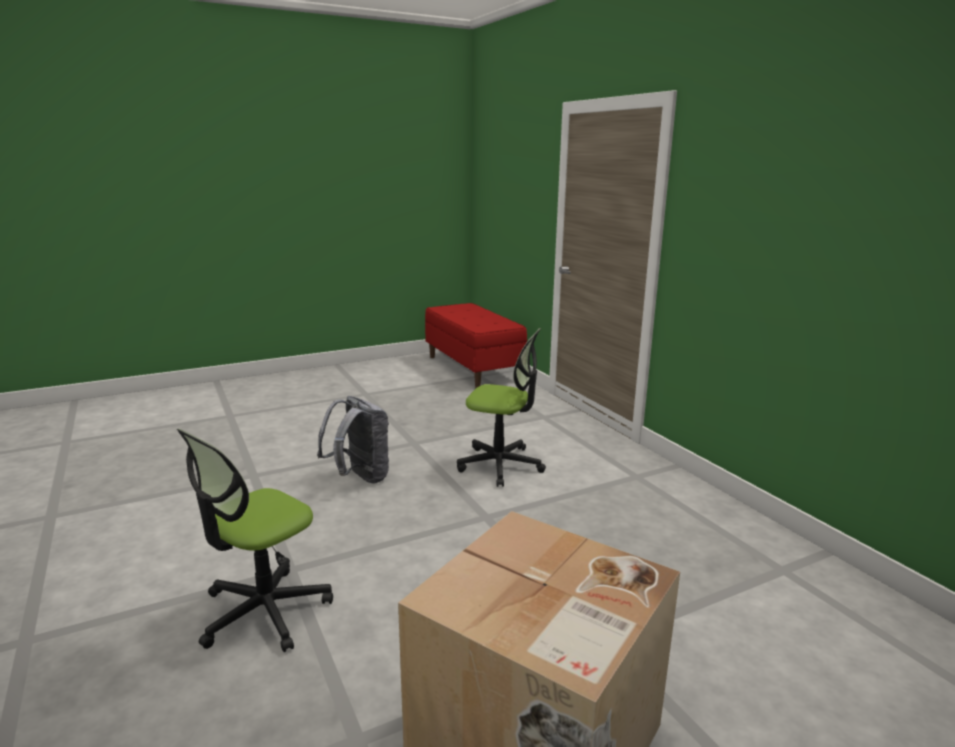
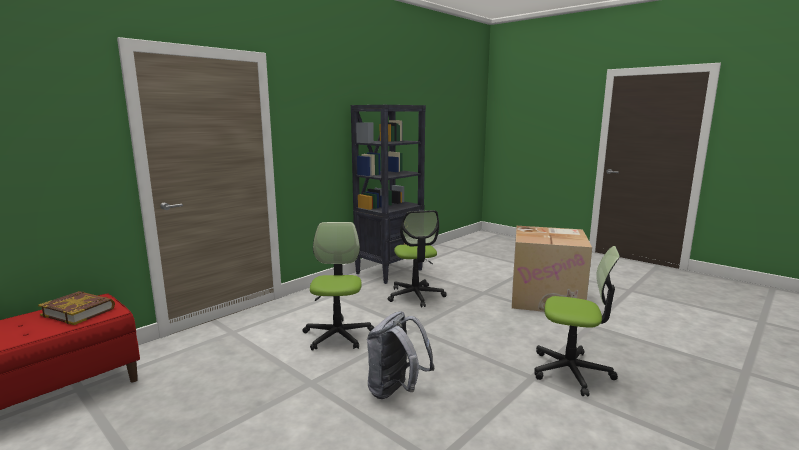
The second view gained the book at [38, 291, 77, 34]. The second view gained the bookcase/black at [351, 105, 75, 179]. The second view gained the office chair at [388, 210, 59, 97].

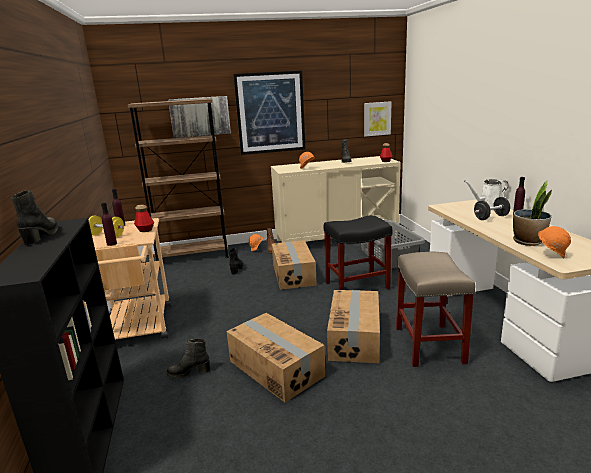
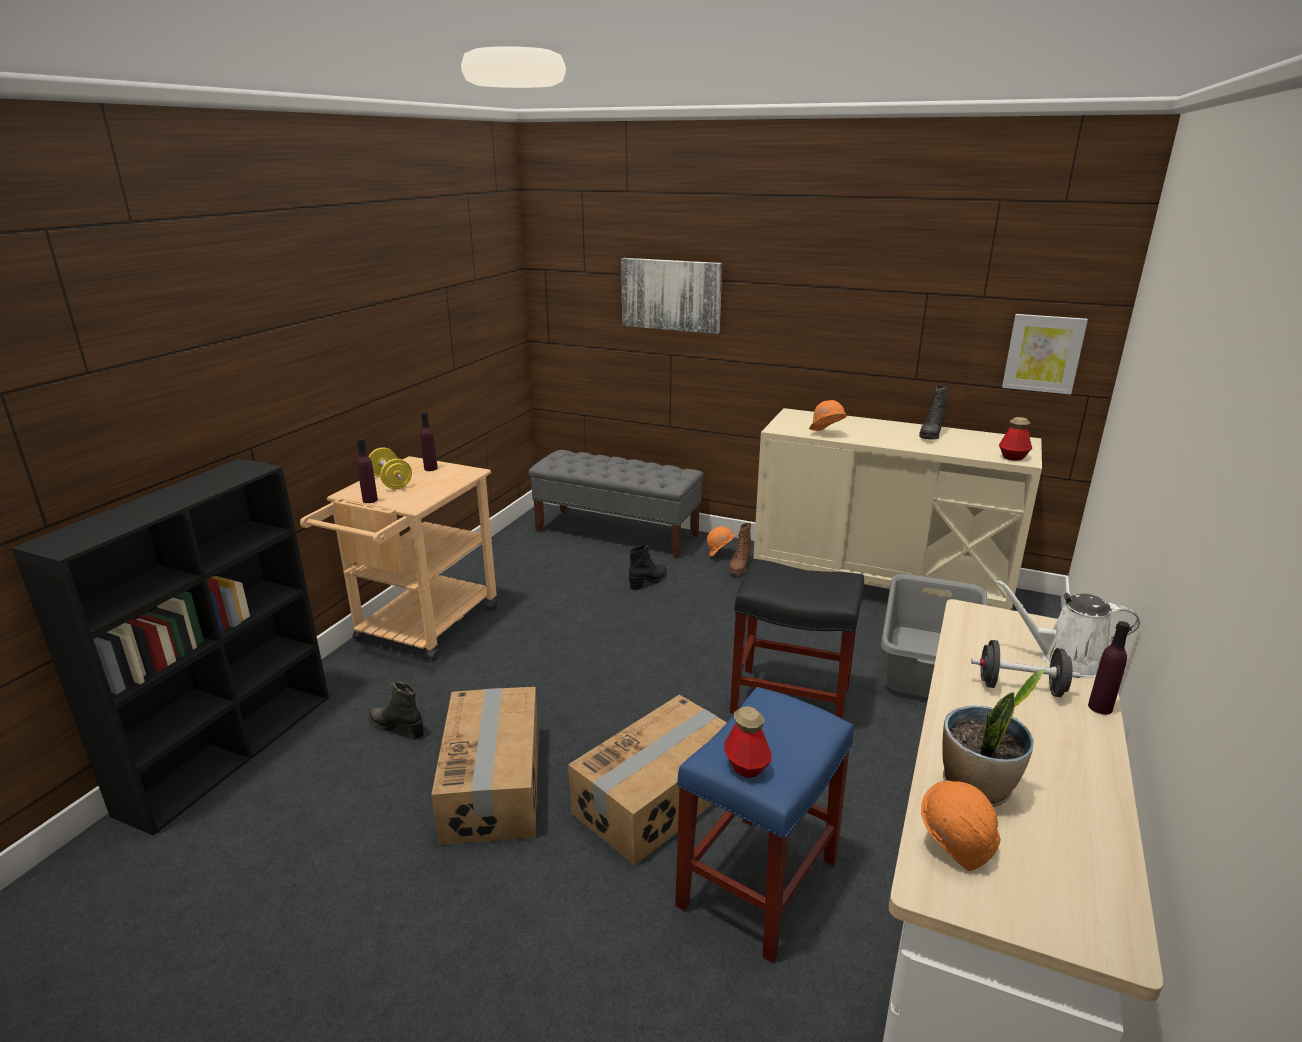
Where the bookcase/brown stood at [128, 99, 101, 162], the bench/grey came to stand at [528, 450, 176, 109]. What was the stool/beige at [396, 252, 79, 115] turned into the stool/blue at [675, 687, 179, 276]. The bottle ended up elsewhere, having gone from [134, 205, 20, 27] to [724, 706, 48, 72]. The second view lost the boot/black at [11, 190, 47, 55]. The second view lost the picture at [233, 70, 73, 85]. The second view lost the cardboard box at [272, 240, 45, 50].

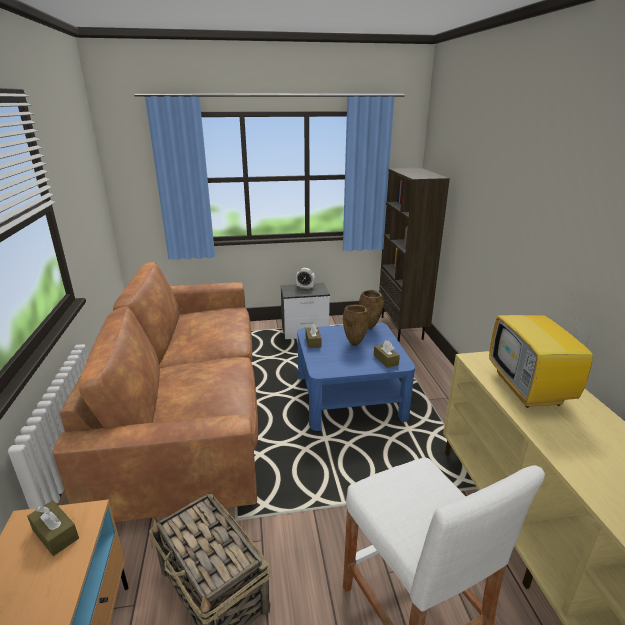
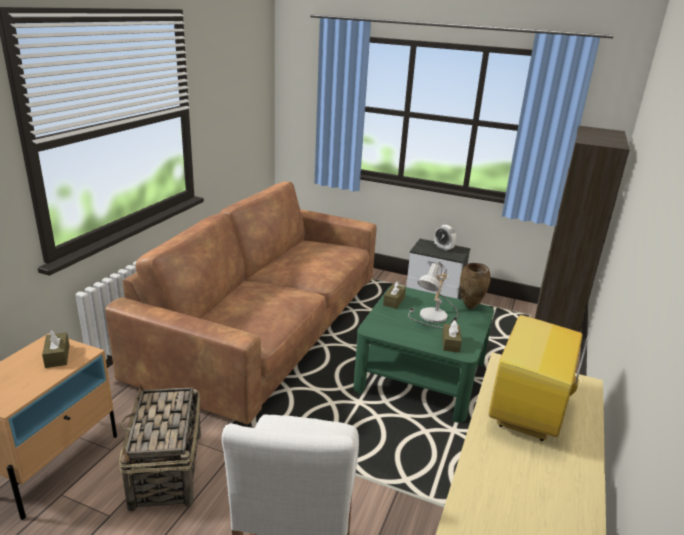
What was the coffee table/blue at [297, 323, 118, 108] turned into the coffee table/green at [353, 286, 141, 137]. Where the vase/brown stood at [343, 305, 27, 41], the table lamp came to stand at [408, 262, 51, 66].

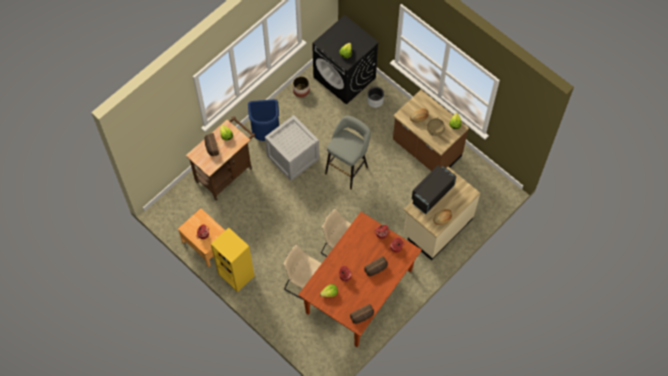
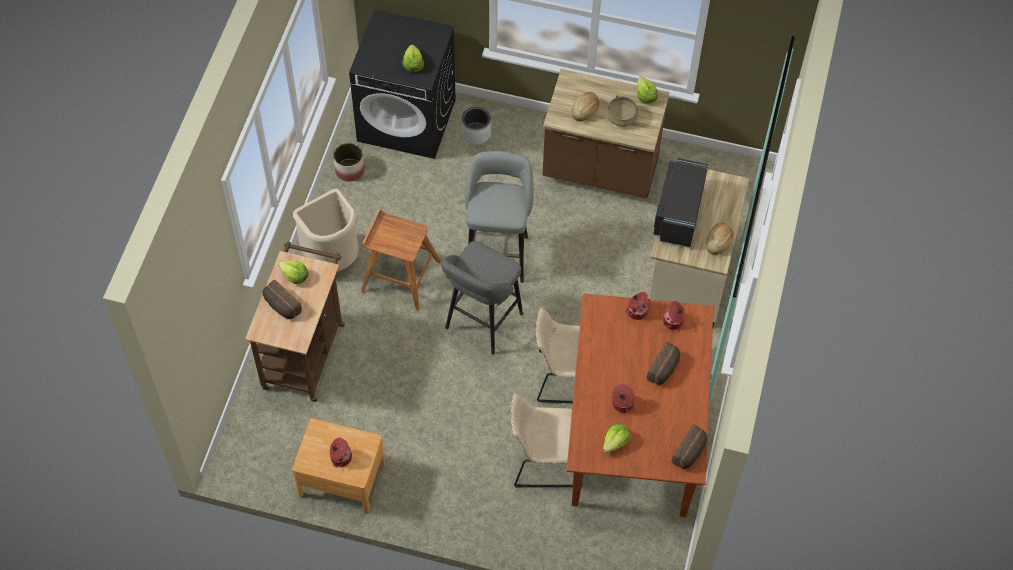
What was the trash can/blue at [248, 99, 31, 42] turned into the trash can/beige at [293, 188, 66, 84]. Where the crate stood at [265, 115, 54, 66], the stool/brown came to stand at [361, 209, 80, 102]. The second view gained the stool/grey at [441, 241, 82, 114]. The second view lost the bookcase/yellow at [211, 227, 43, 65].

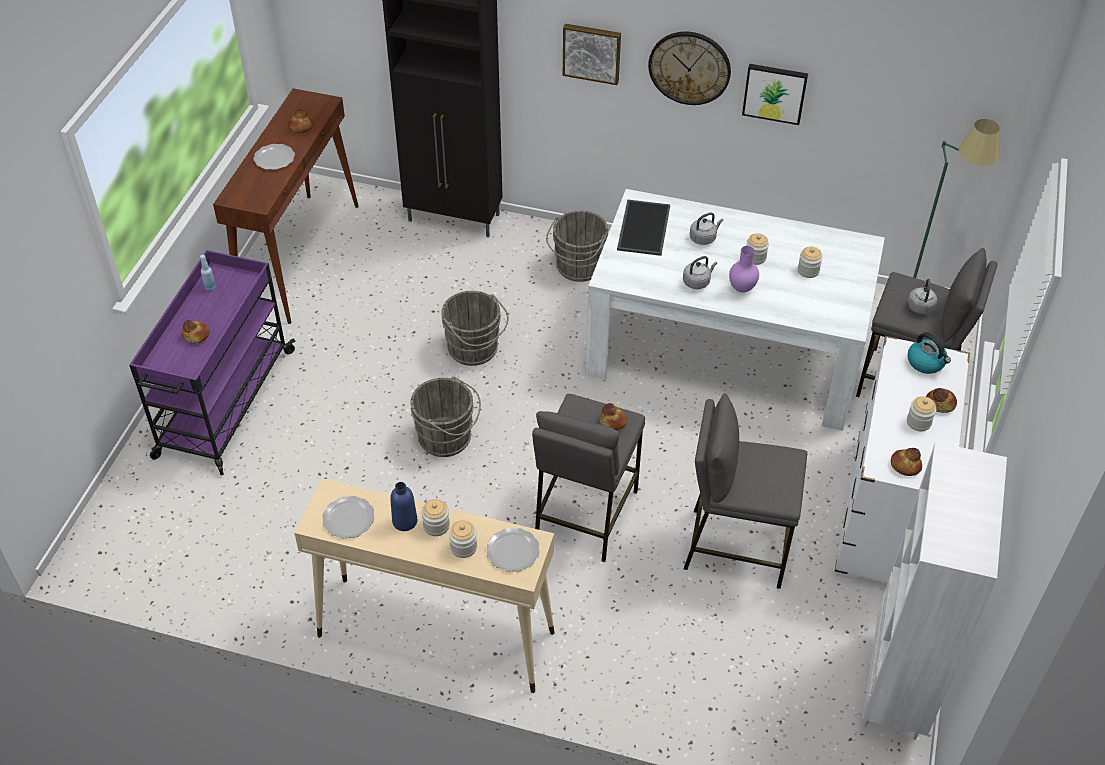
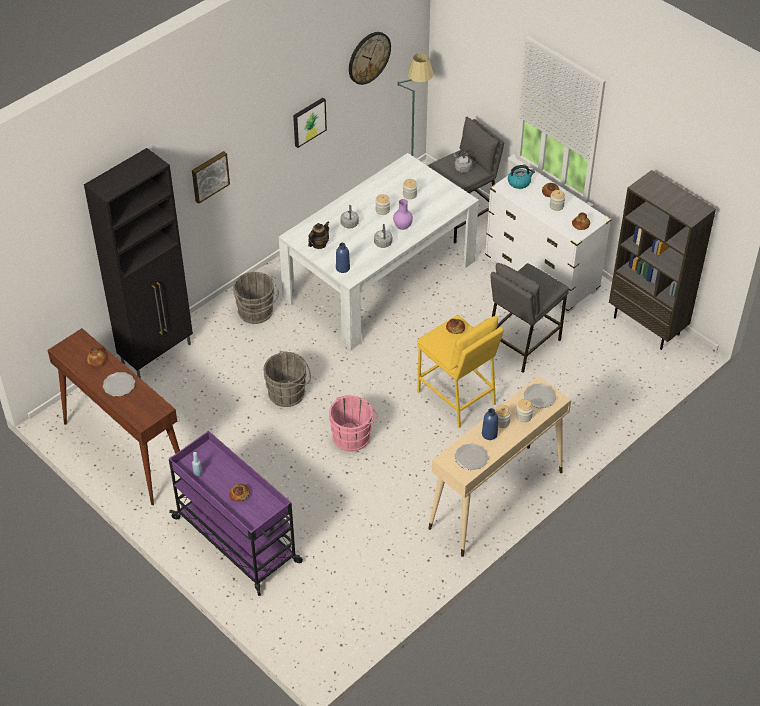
Where the tray stood at [617, 199, 53, 57], the teapot came to stand at [308, 222, 22, 27]. What was the bucket/grey at [410, 377, 71, 80] turned into the bucket/pink at [329, 395, 50, 57]. The second view gained the bottle/blue at [336, 243, 14, 30]. The wall clock ended up elsewhere, having gone from [648, 32, 83, 73] to [349, 32, 42, 53]. What was the stool/grey at [532, 394, 113, 168] turned into the stool/yellow at [417, 315, 87, 113]. What was the bookcase/white at [863, 442, 144, 298] turned into the bookcase/brown at [609, 170, 107, 180].

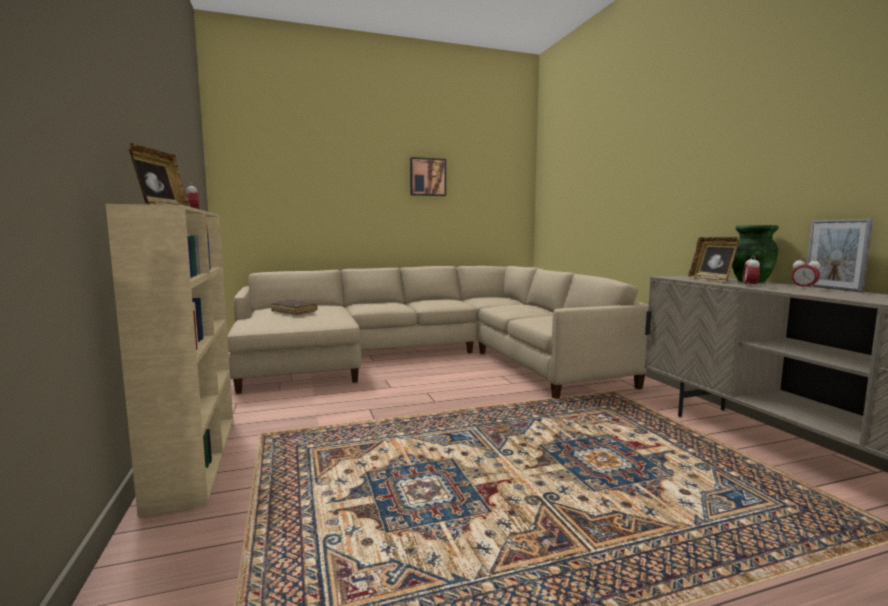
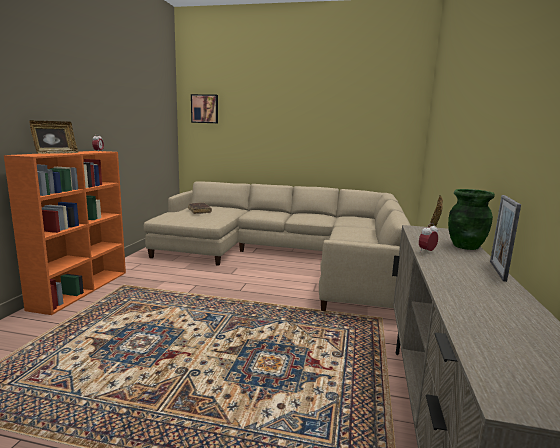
What was the bookcase/beige at [106, 204, 127, 313] turned into the bookcase/orange at [4, 151, 122, 164]. The picture ended up elsewhere, having gone from [410, 157, 36, 39] to [191, 94, 27, 29]. The second view lost the alarm clock at [791, 257, 30, 33].

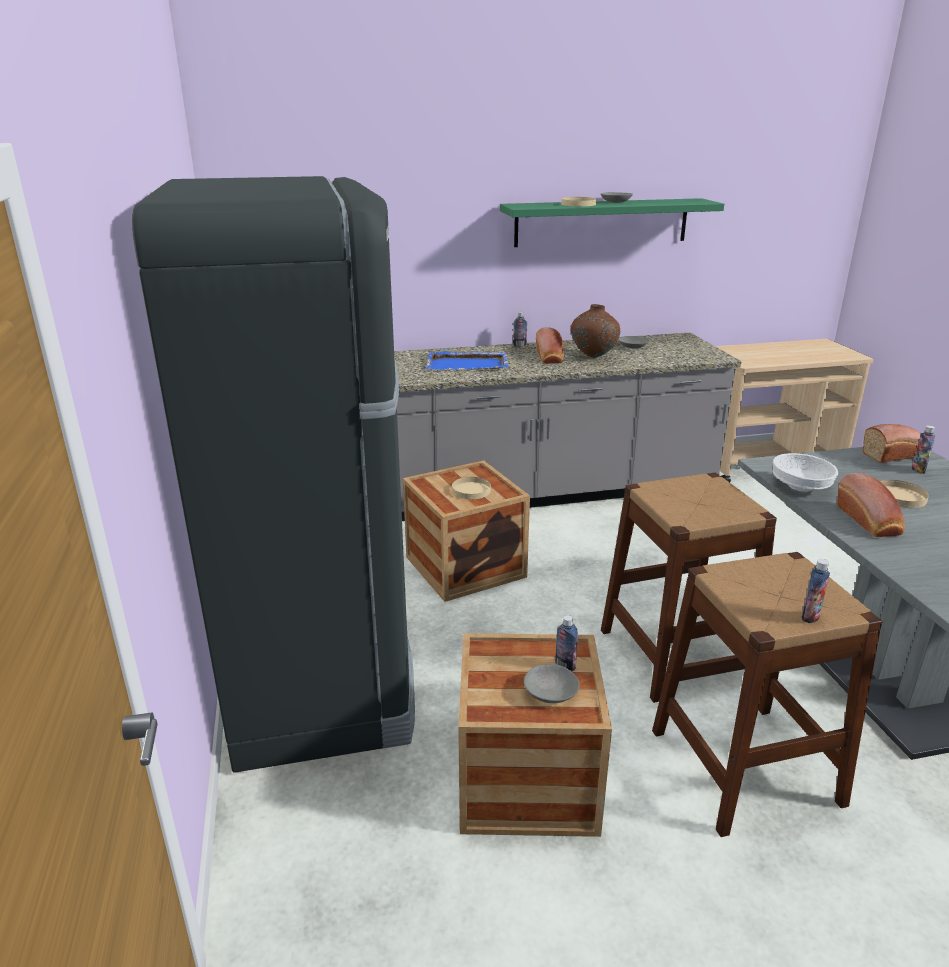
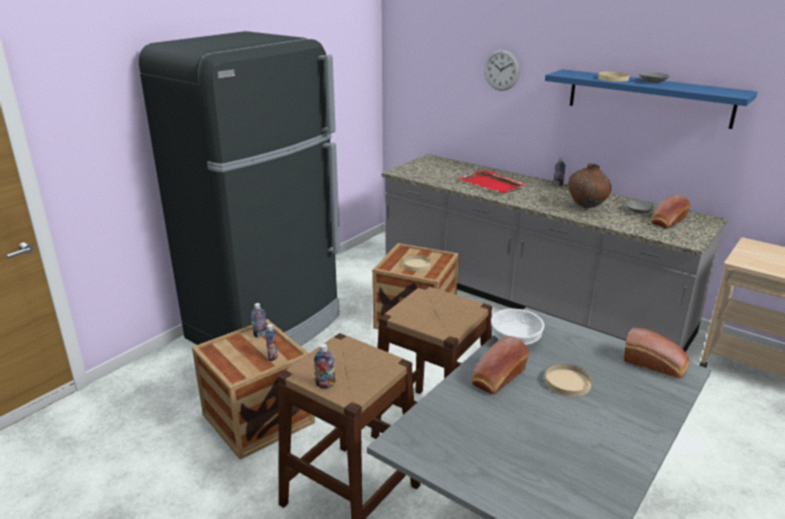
The bottle ended up elsewhere, having gone from [912, 425, 23, 49] to [251, 303, 16, 35]. What was the tray/blue at [426, 351, 82, 19] turned into the tray/red at [458, 170, 70, 23]. The second view gained the wall clock at [484, 49, 36, 42]. What was the shelf/green at [500, 198, 224, 49] turned into the shelf/blue at [545, 69, 213, 60]. The bread ended up elsewhere, having gone from [536, 327, 28, 37] to [651, 195, 39, 33]. The second view lost the bowl/grey at [524, 664, 56, 39].

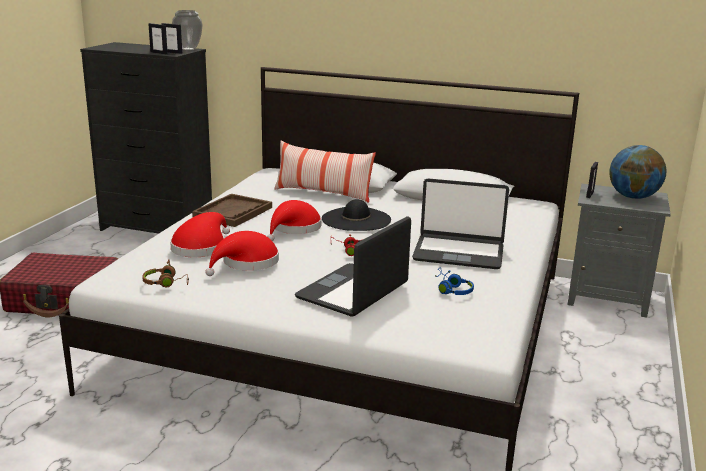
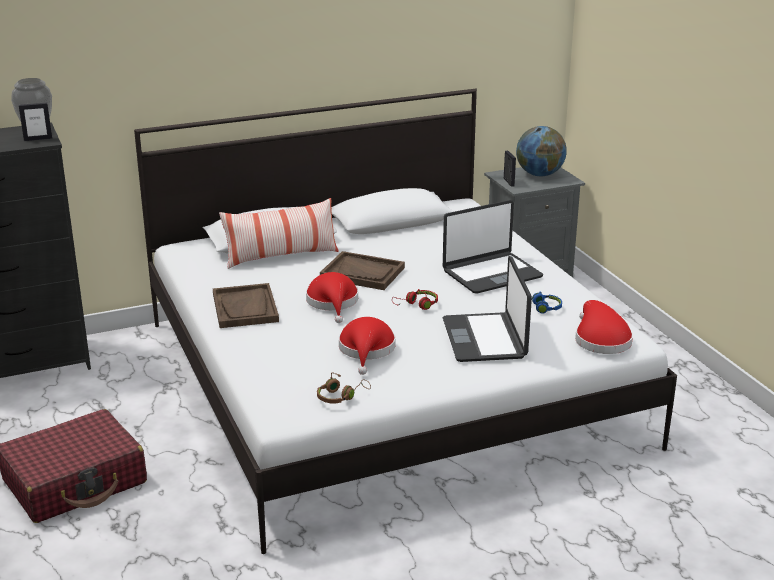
Where the hat/black stood at [322, 199, 69, 32], the tray/brown came to stand at [320, 251, 85, 39]. The hat/red ended up elsewhere, having gone from [170, 212, 60, 45] to [575, 300, 58, 54]. The second view lost the picture frame at [148, 23, 20, 32].

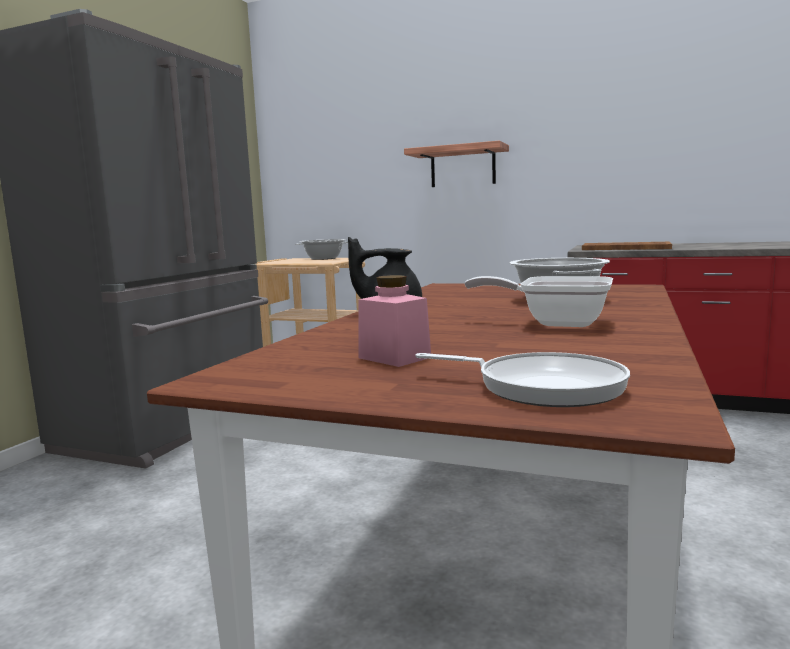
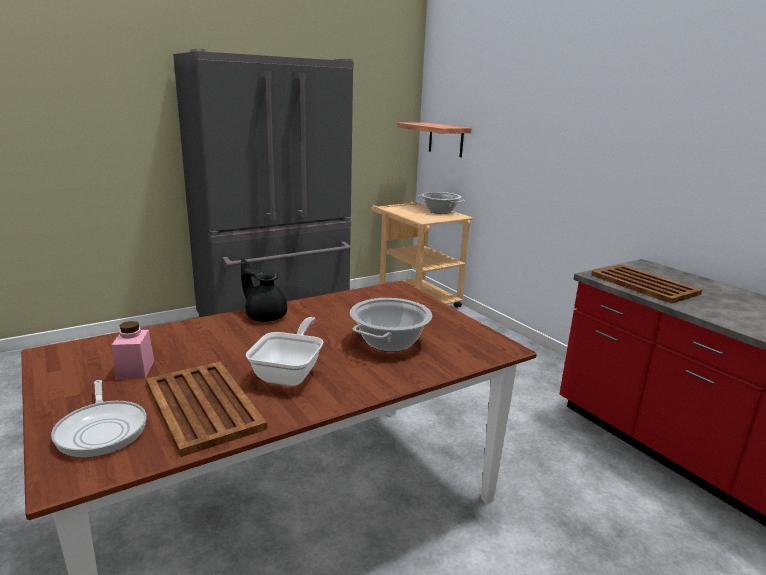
The second view gained the tray/brown at [146, 361, 121, 96]. The frying pan at [465, 276, 148, 51] ended up facing another way, 45 degrees clockwise from before. The shelf ended up elsewhere, having gone from [404, 140, 105, 47] to [397, 123, 74, 34].

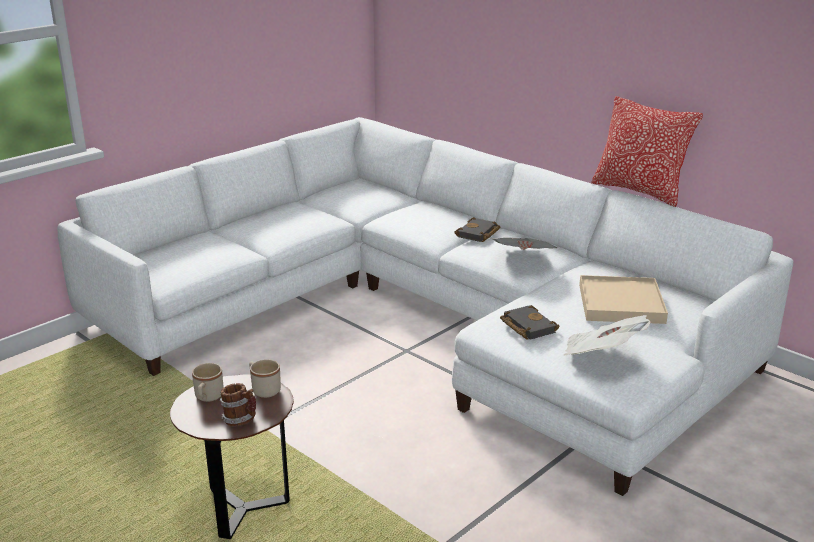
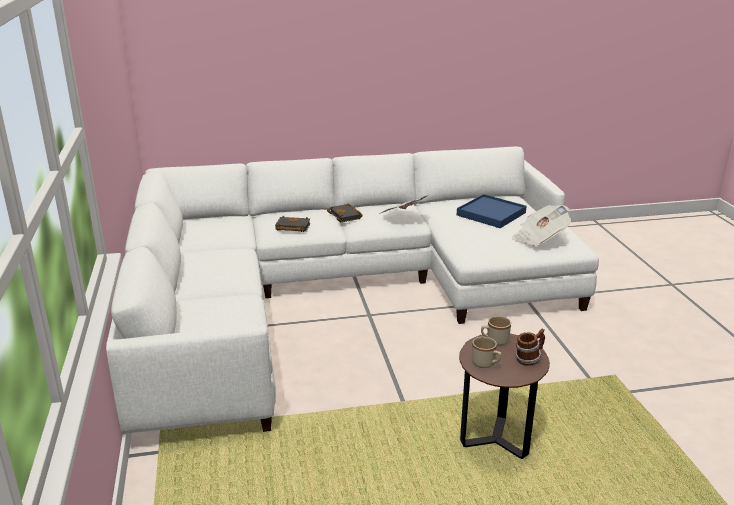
The book/black ended up elsewhere, having gone from [500, 305, 60, 35] to [275, 216, 35, 16]. What was the tray/beige at [579, 275, 89, 49] turned into the tray/blue at [457, 194, 70, 34]. The second view lost the pillow at [591, 96, 112, 111].

